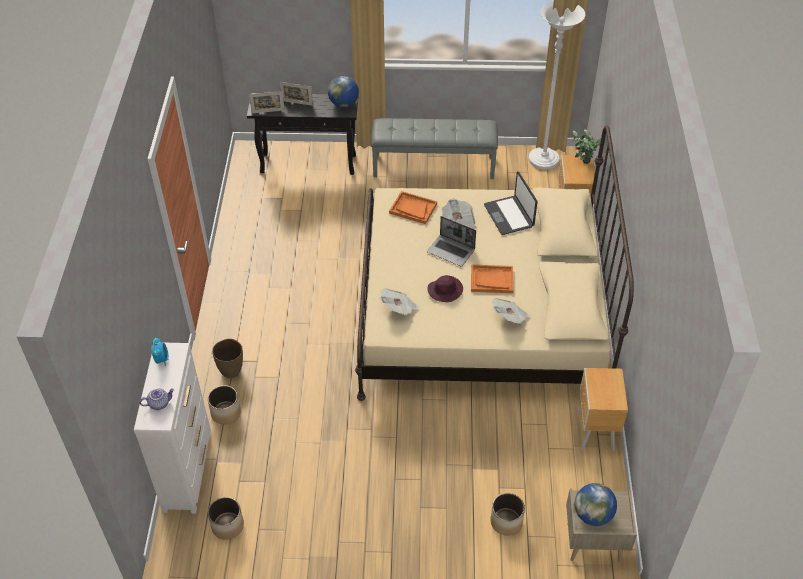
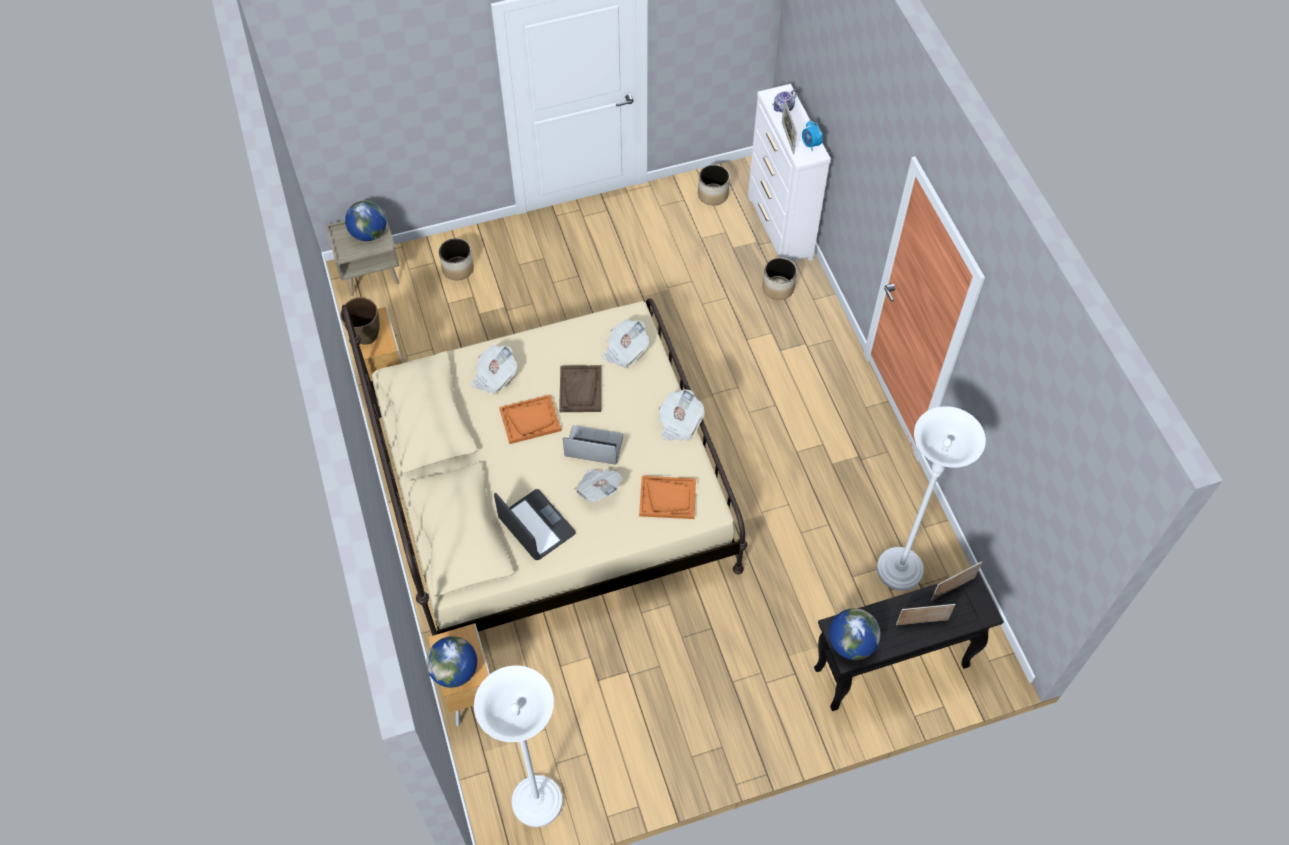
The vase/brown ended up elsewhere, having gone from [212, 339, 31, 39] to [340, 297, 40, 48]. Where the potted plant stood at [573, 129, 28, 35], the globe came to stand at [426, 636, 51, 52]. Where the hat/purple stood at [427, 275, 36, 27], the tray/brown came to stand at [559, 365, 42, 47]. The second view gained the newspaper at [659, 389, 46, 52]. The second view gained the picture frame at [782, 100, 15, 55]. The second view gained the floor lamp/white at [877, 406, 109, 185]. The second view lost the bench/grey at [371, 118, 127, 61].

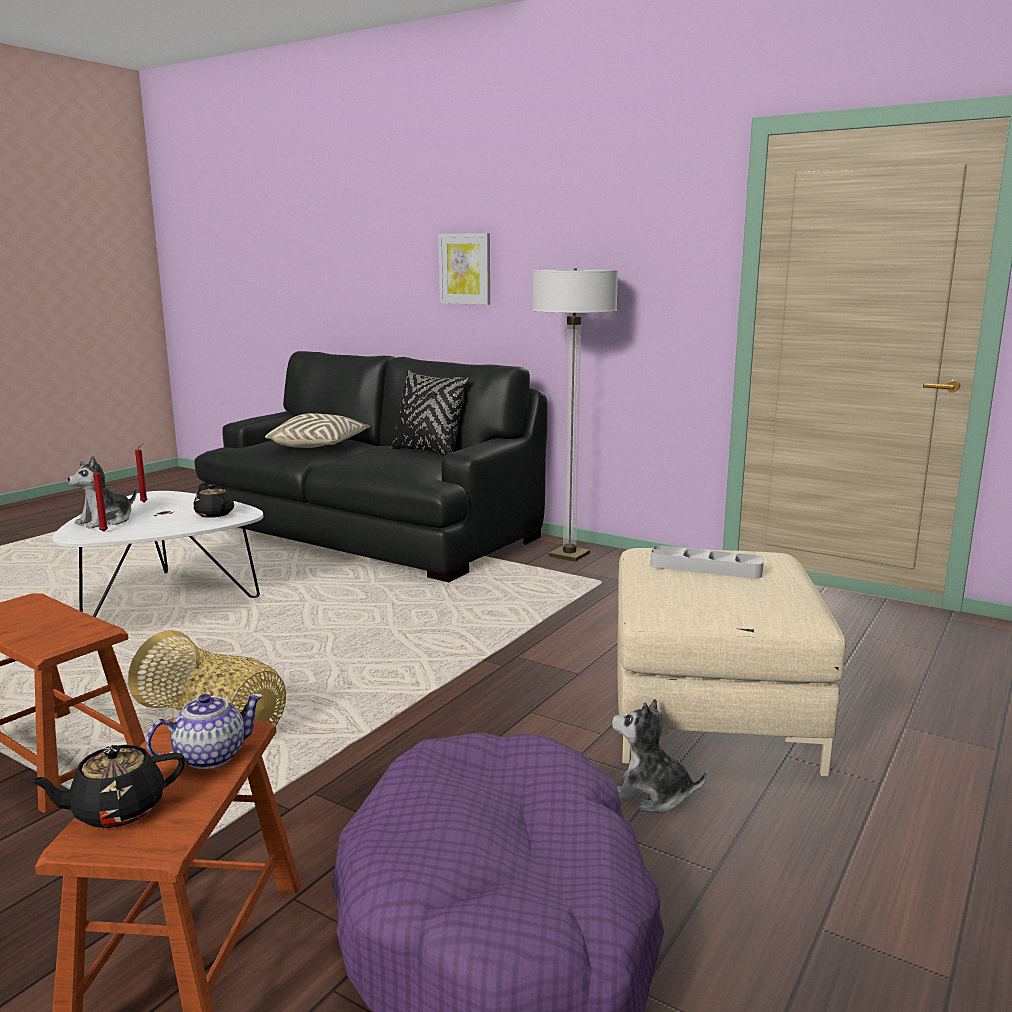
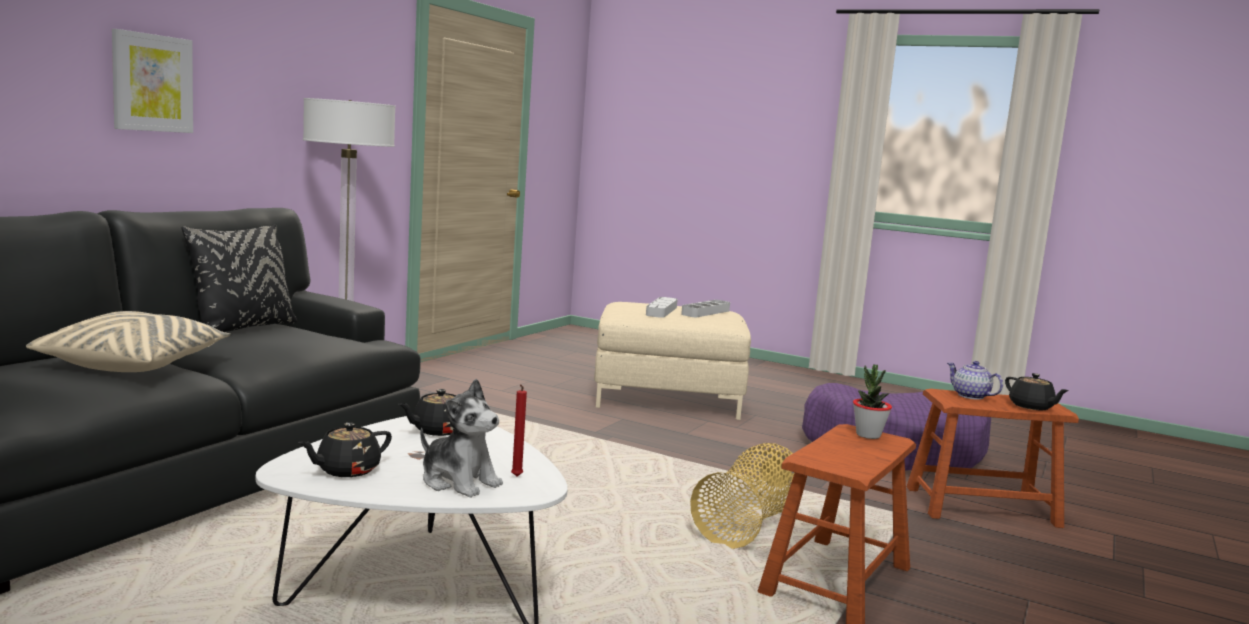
Where the candle/red stood at [135, 443, 13, 59], the teapot/black came to stand at [298, 422, 94, 55]. The second view gained the tray/grey at [681, 300, 49, 17]. The second view gained the potted plant at [853, 364, 39, 75]. The second view lost the plush toy at [612, 699, 95, 114].

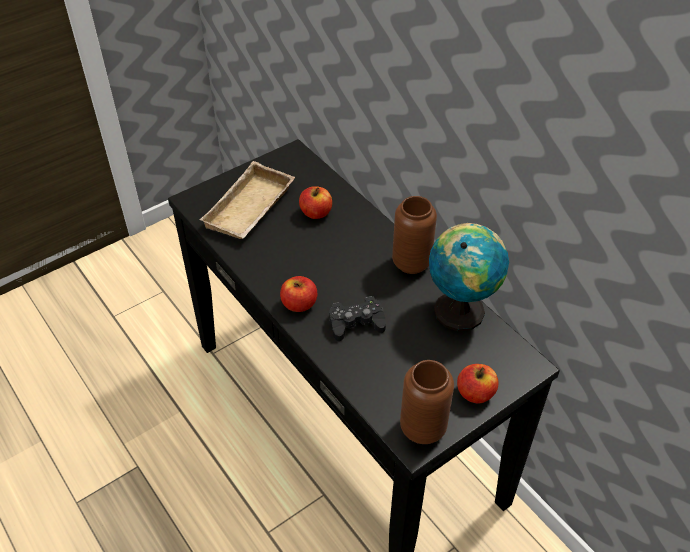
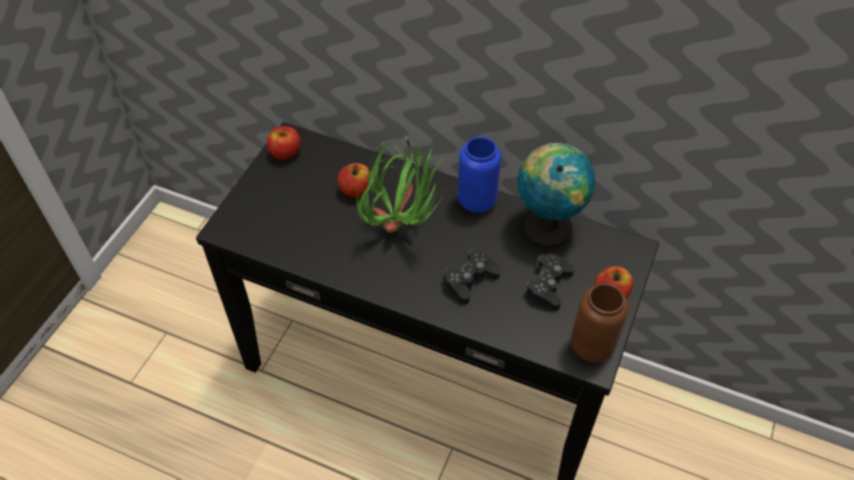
The apple ended up elsewhere, having gone from [280, 276, 37, 36] to [267, 126, 34, 34]. The second view gained the potted plant at [357, 133, 88, 100]. What was the vase/brown at [392, 196, 45, 78] turned into the vase/blue at [458, 137, 43, 76]. The second view gained the game controller/black at [525, 254, 49, 56]. The second view lost the tray/beige at [200, 161, 95, 78].

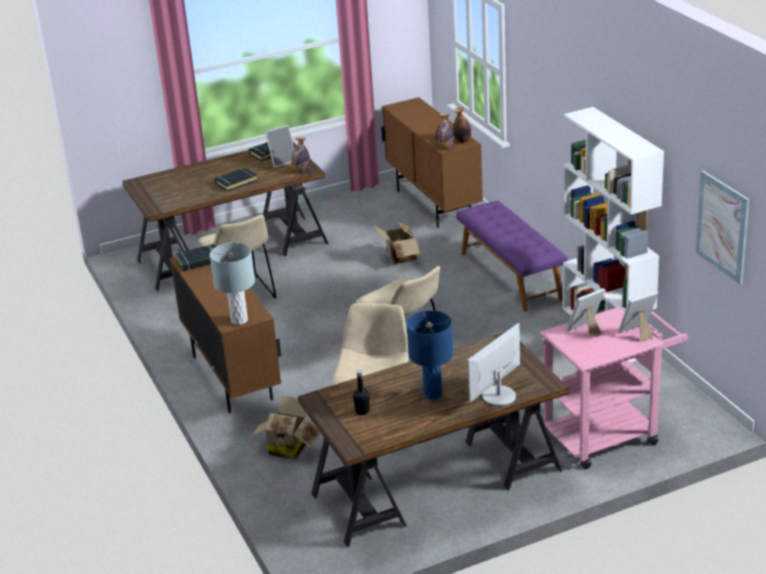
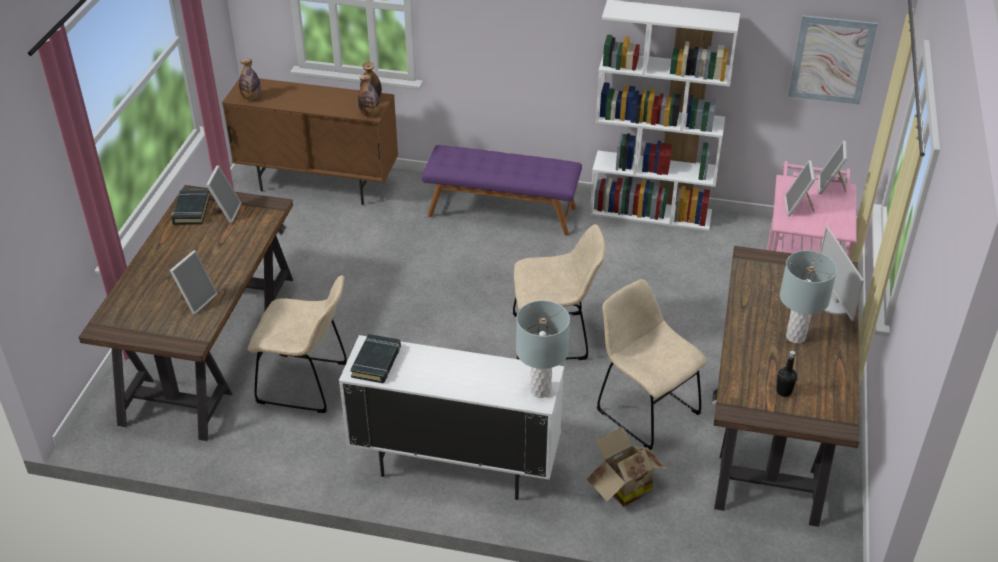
The second view gained the picture frame at [170, 250, 48, 64]. The bottle ended up elsewhere, having gone from [292, 137, 18, 36] to [239, 59, 22, 41]. What was the cabinet/brown at [170, 246, 111, 167] turned into the cabinet/white at [339, 335, 225, 165]. What was the table lamp/blue at [406, 310, 47, 89] turned into the table lamp/grey at [780, 250, 57, 93]. The second view lost the book/black at [215, 167, 43, 25]. The second view lost the cardboard box at [375, 221, 45, 43].

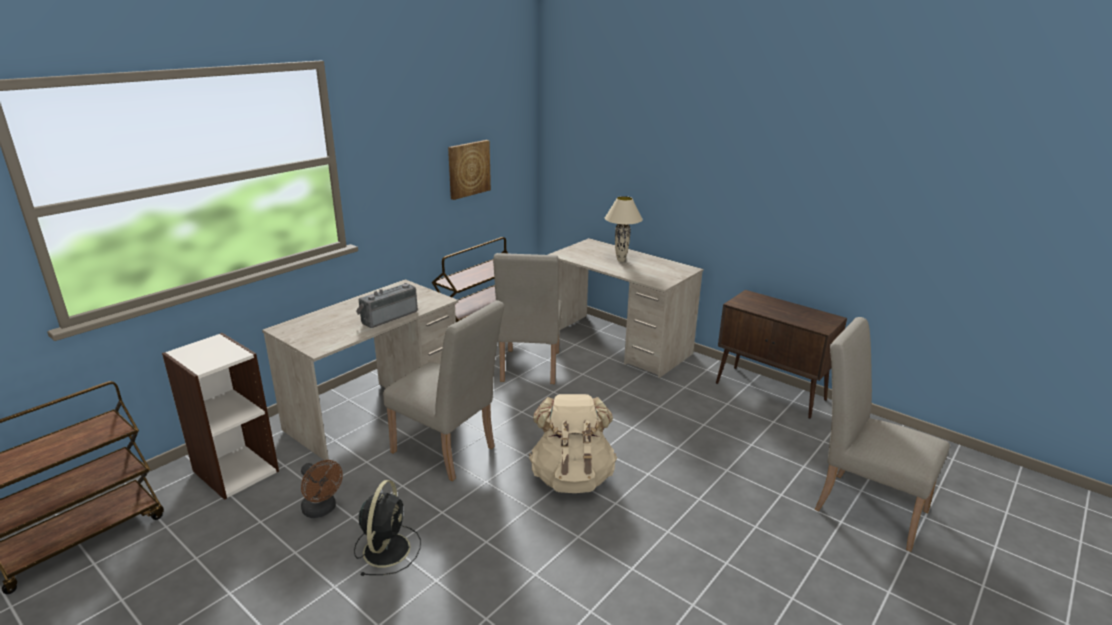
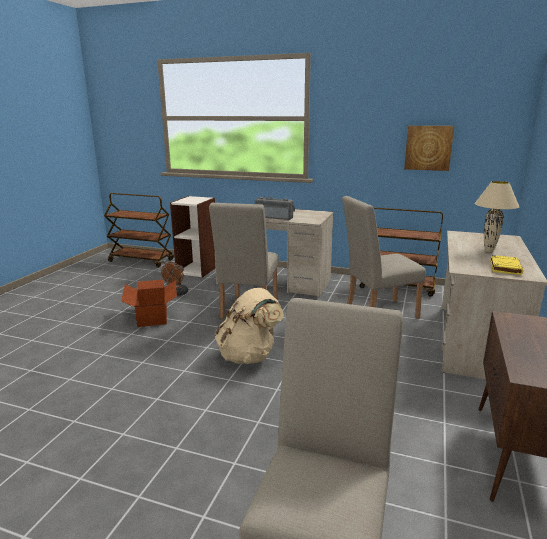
Where the fan/black stood at [354, 480, 67, 96], the cardboard box came to stand at [121, 279, 56, 48]. The second view gained the book/yellow at [490, 255, 33, 20].

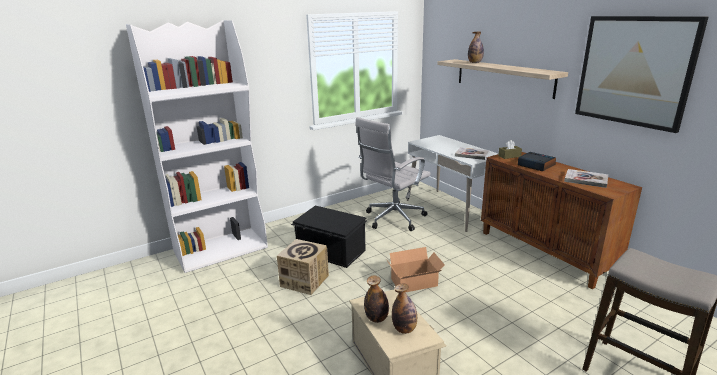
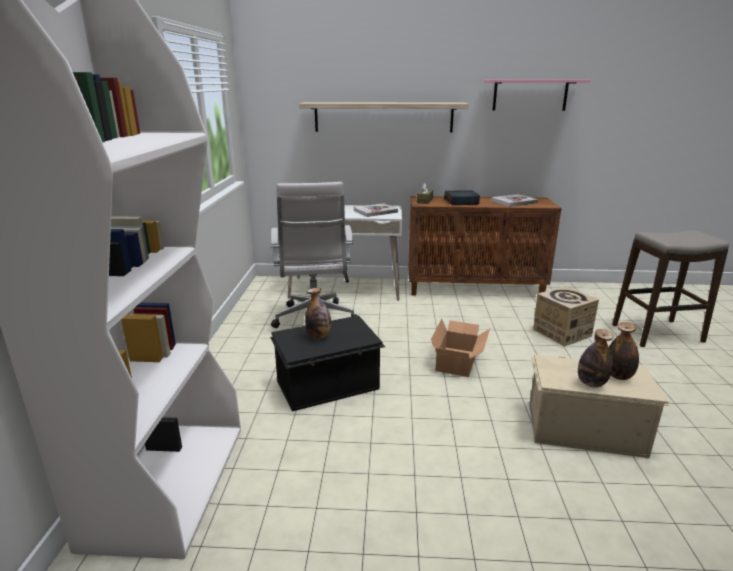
The bottle ended up elsewhere, having gone from [468, 31, 16, 32] to [305, 288, 26, 51]. Where the picture hung at [575, 16, 133, 117], the shelf/pink came to hang at [484, 79, 107, 32]. The cardboard box ended up elsewhere, having gone from [277, 239, 52, 56] to [533, 286, 66, 60].

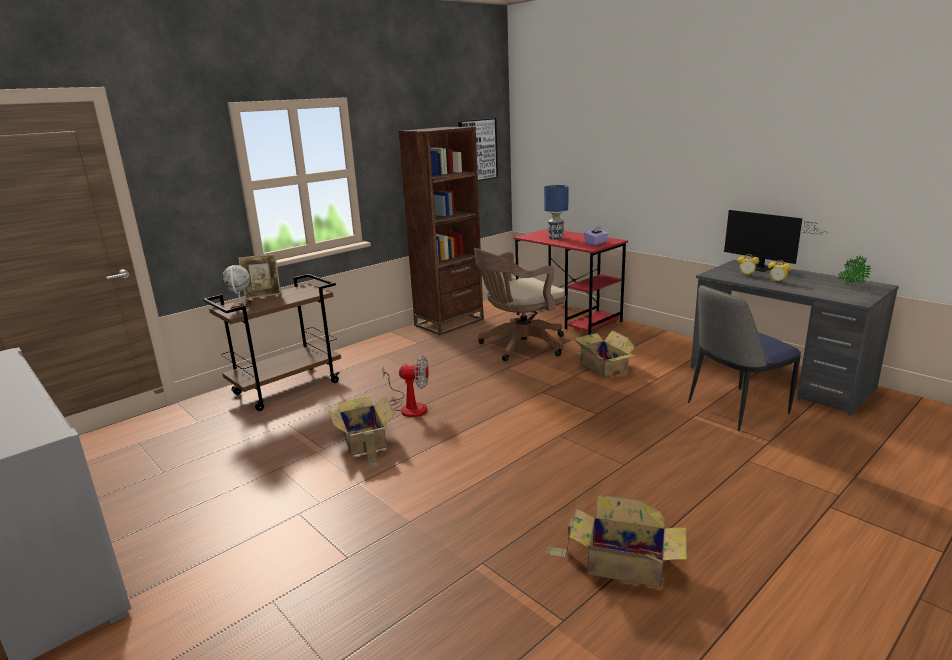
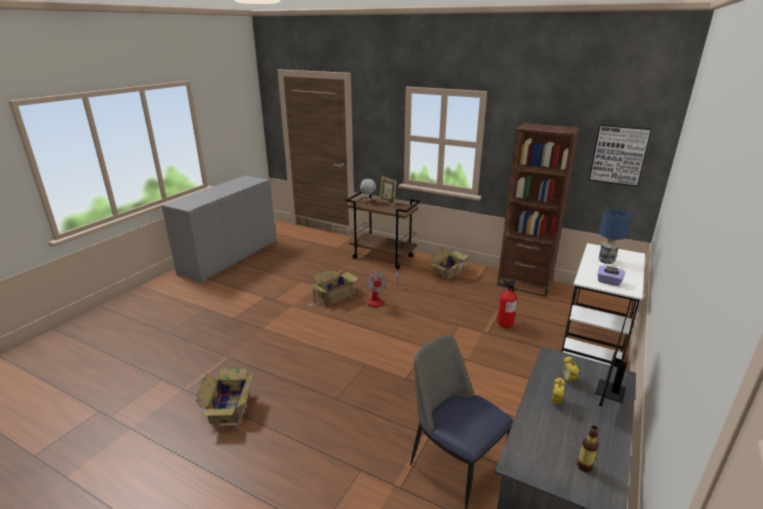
The cardboard box ended up elsewhere, having gone from [573, 330, 63, 48] to [430, 248, 39, 32]. Where the office chair/brown stood at [474, 248, 92, 113], the fire extinguisher came to stand at [497, 276, 20, 52]. What was the desk/red at [513, 229, 115, 106] turned into the desk/white at [562, 243, 83, 122]. Where the potted plant stood at [838, 256, 33, 30], the bottle came to stand at [577, 425, 22, 47].

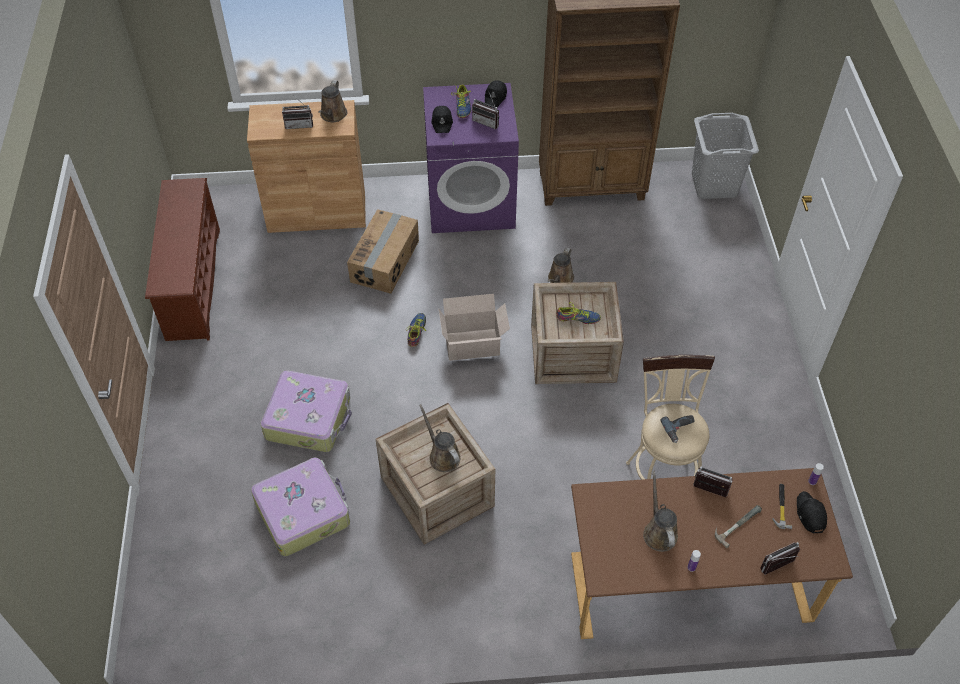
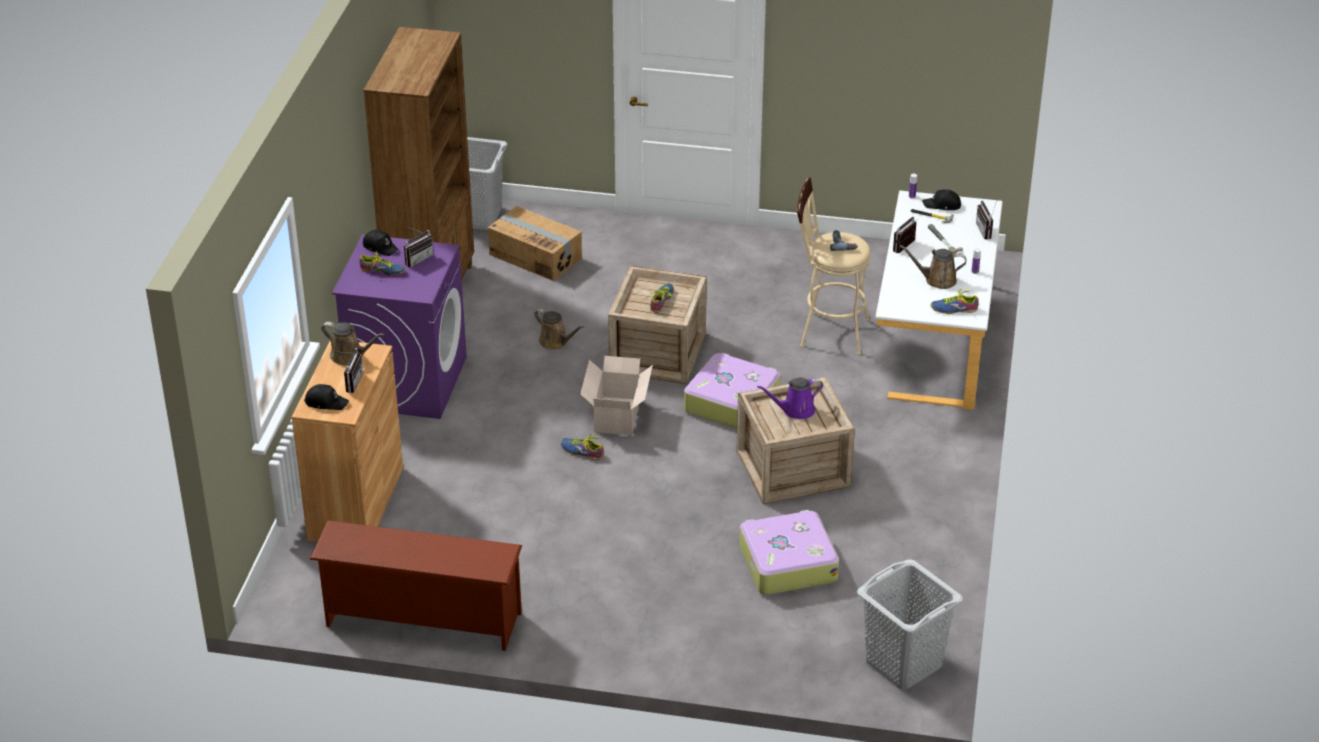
The cap/black ended up elsewhere, having gone from [431, 106, 22, 27] to [304, 384, 45, 26]. The cardboard box ended up elsewhere, having gone from [347, 209, 72, 85] to [488, 206, 94, 75]. The suitcase ended up elsewhere, having gone from [260, 371, 92, 81] to [684, 353, 97, 76]. What was the watering can/brown at [419, 404, 41, 68] turned into the watering can/purple at [757, 378, 66, 41]. The second view gained the laundry basket/grey at [857, 559, 106, 131]. What was the desk/brown at [571, 468, 282, 171] turned into the desk/white at [875, 191, 128, 219]. The second view gained the shoe at [931, 289, 48, 25].

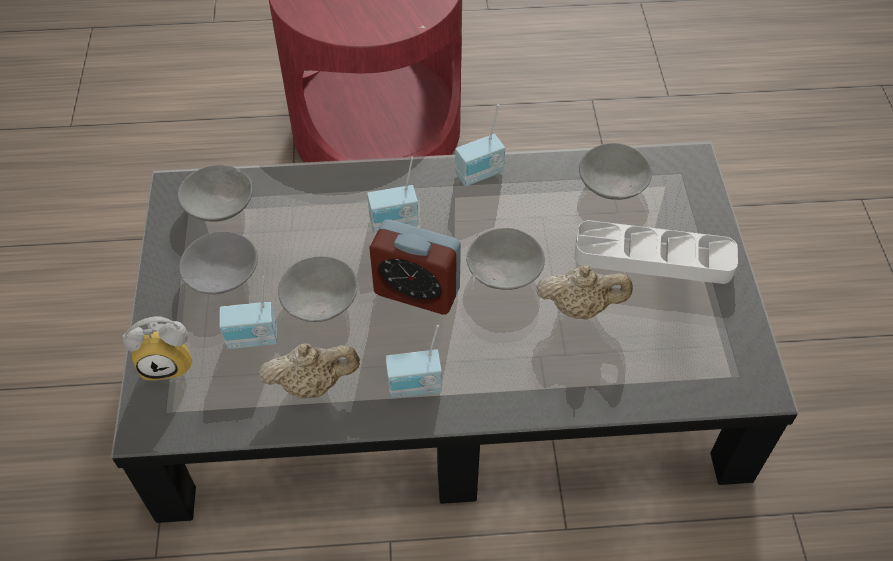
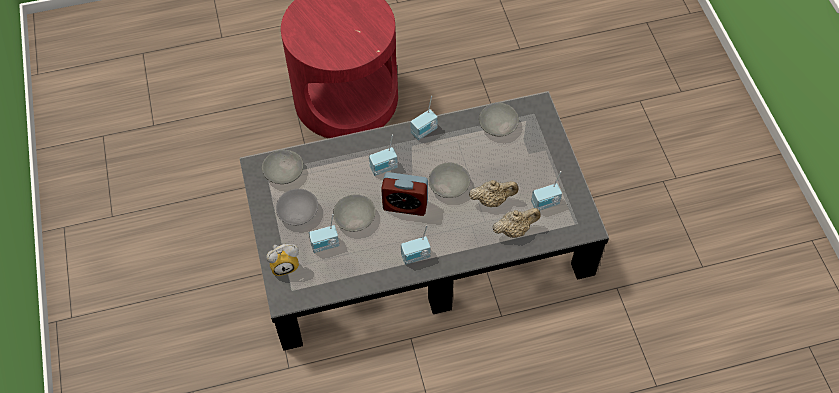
The teapot/beige ended up elsewhere, having gone from [258, 343, 102, 56] to [492, 208, 49, 30]. The second view gained the radio at [531, 171, 31, 40]. The second view lost the tray/grey at [574, 220, 164, 64].

